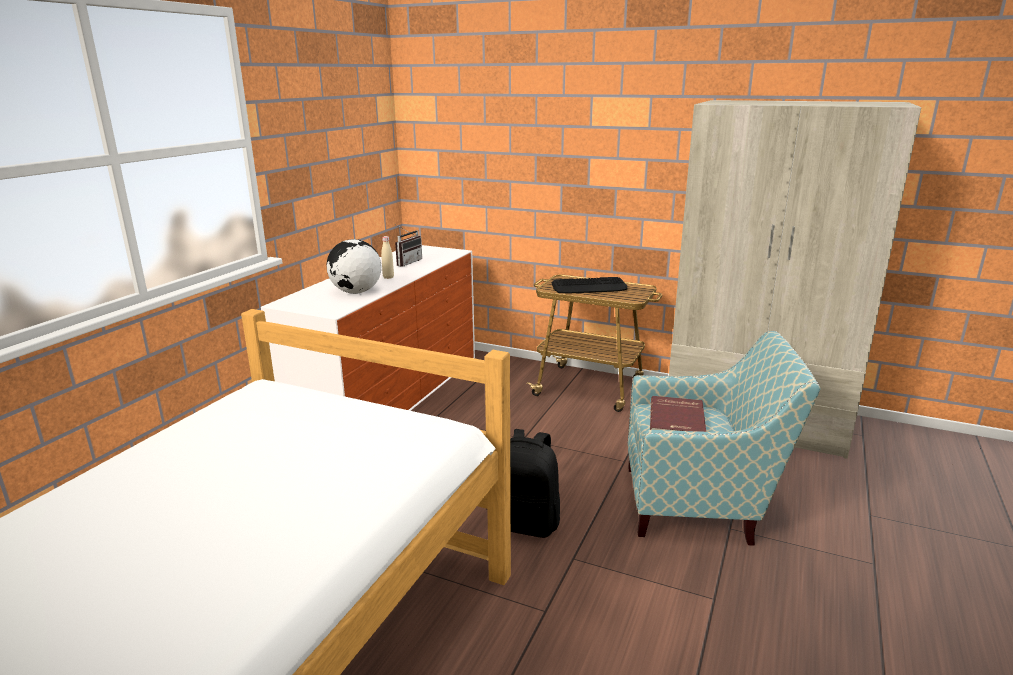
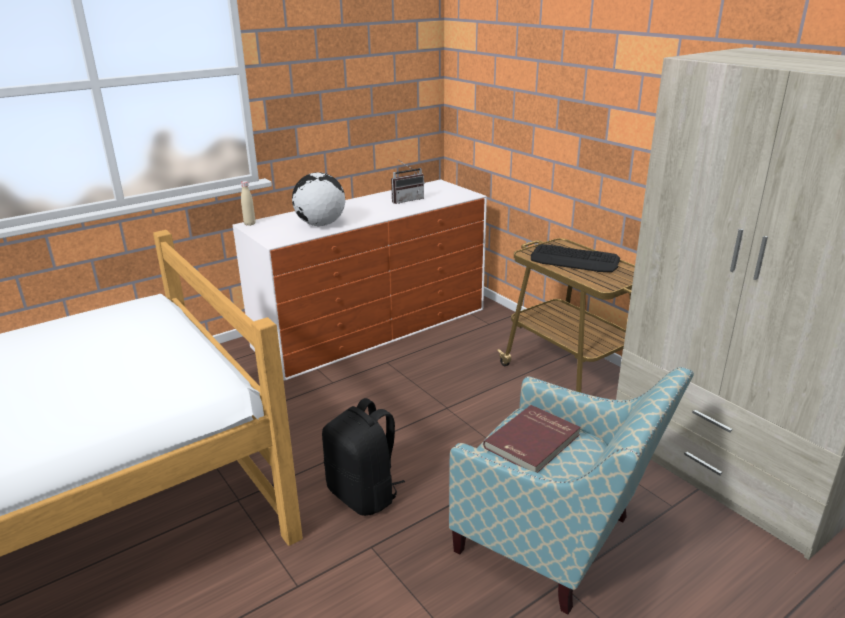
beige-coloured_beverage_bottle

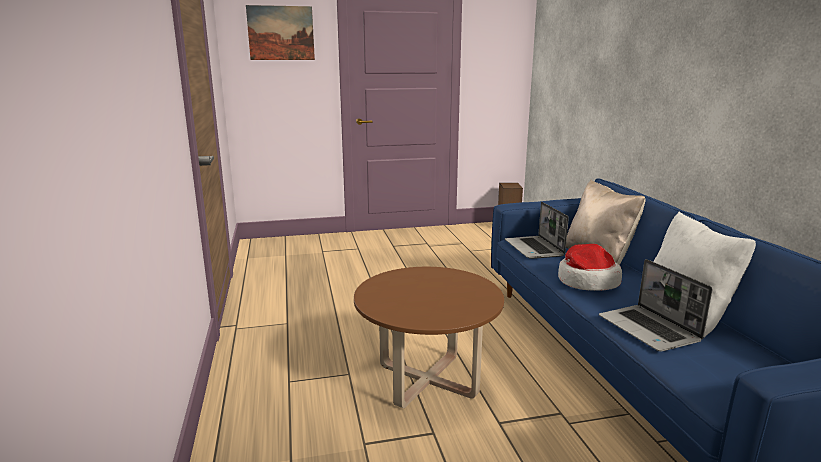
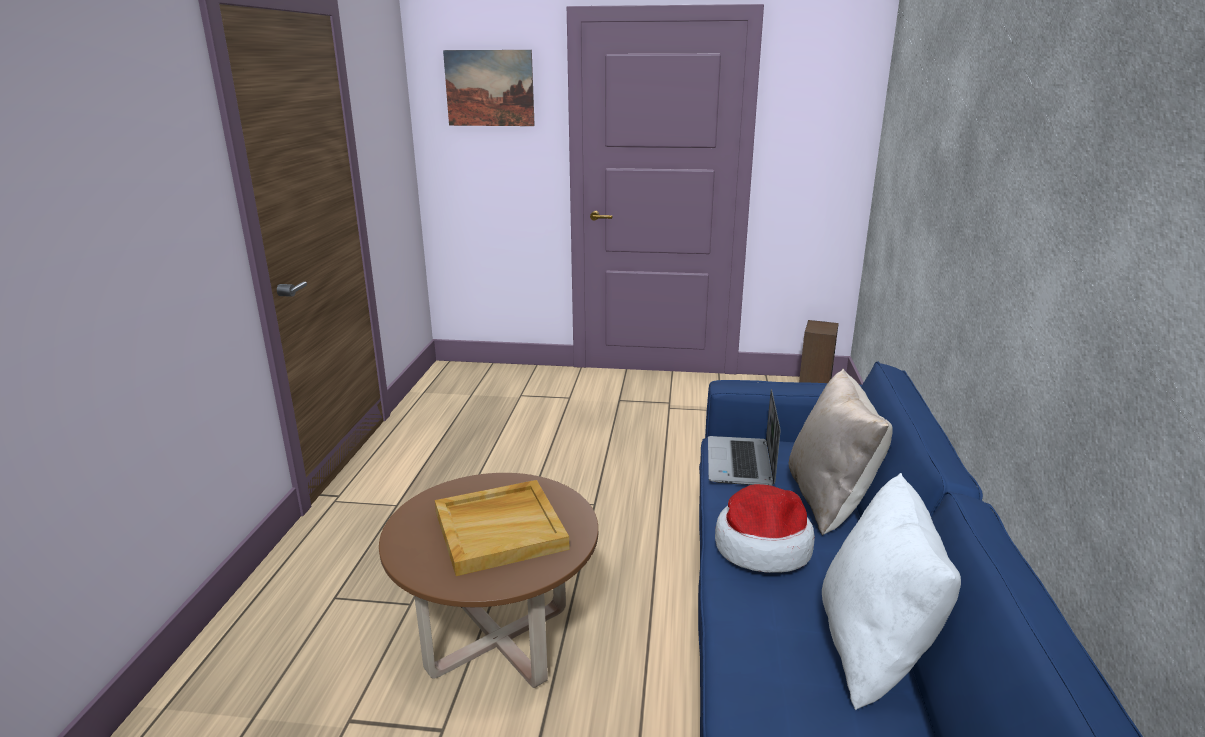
notebook_computer (no. 2 from left in the first image); beige-coloured_tray

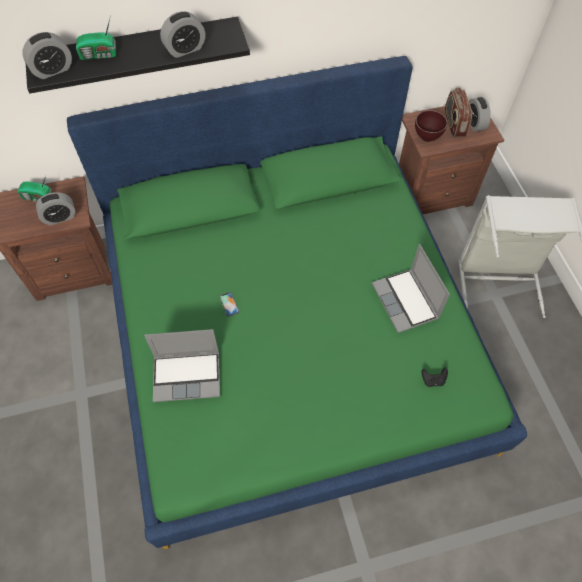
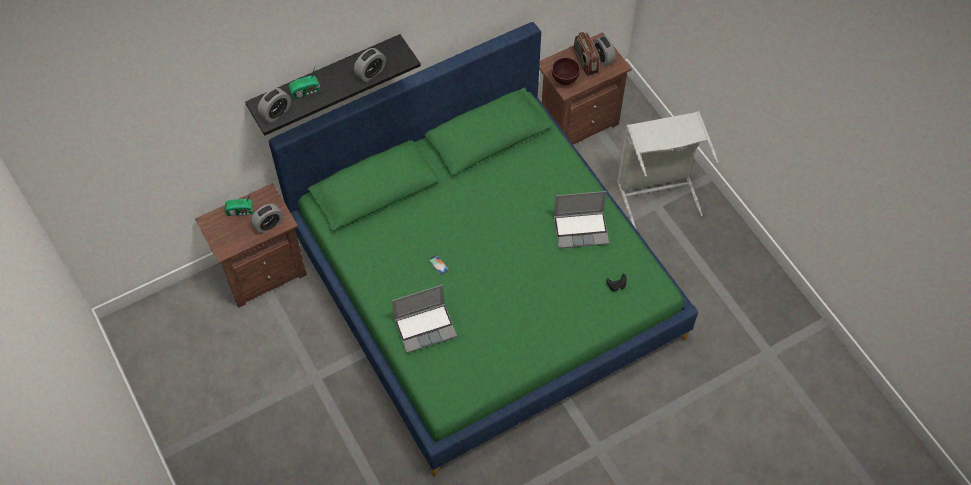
notebook_computer (no. 2 from left)

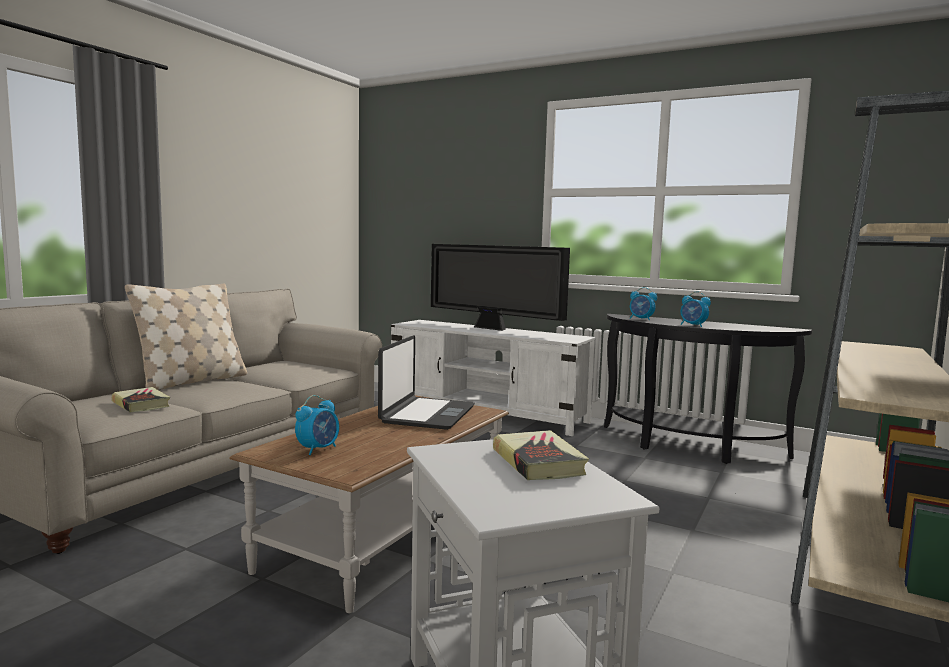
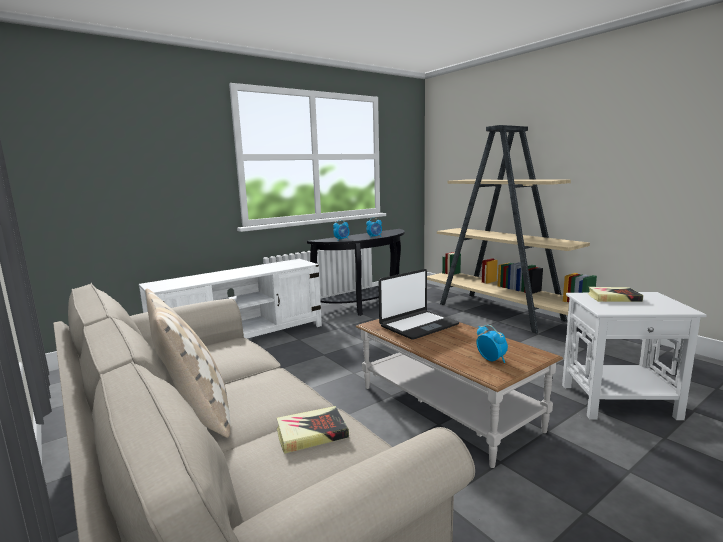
TV_set; notebook_computer

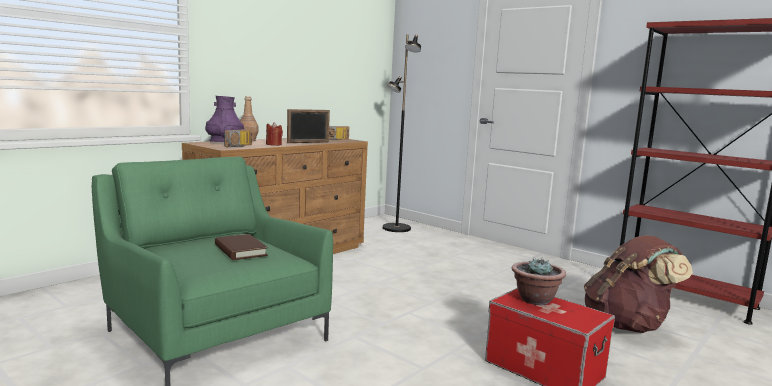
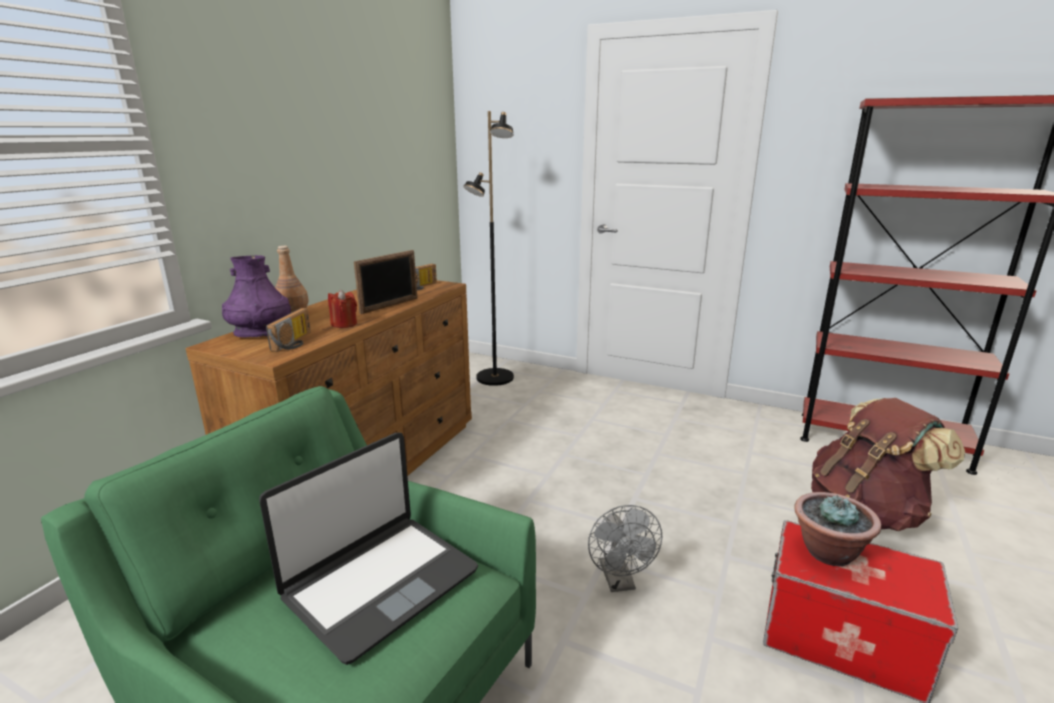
grey_fan; notebook_computer

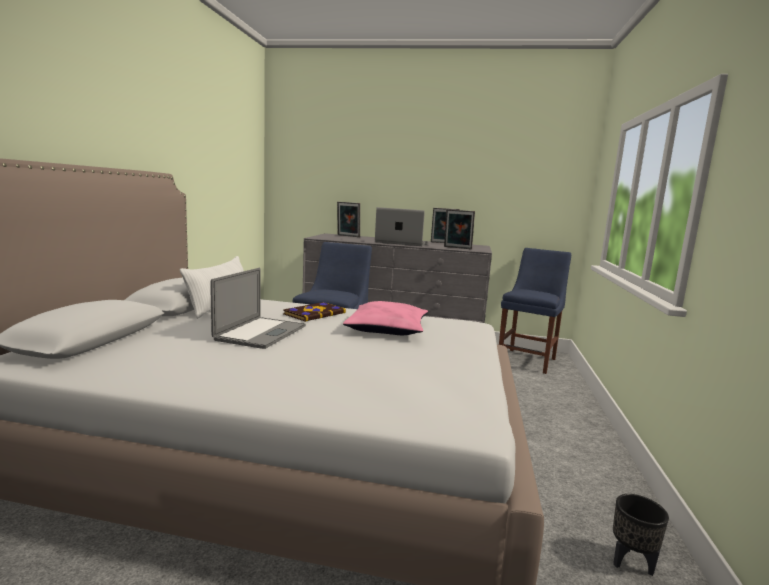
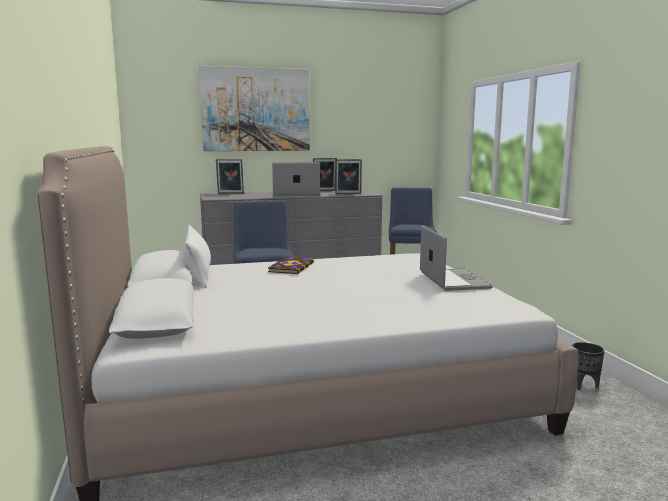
pinkish_throw_pillow; picture; notebook_computer (no. 2 from left)

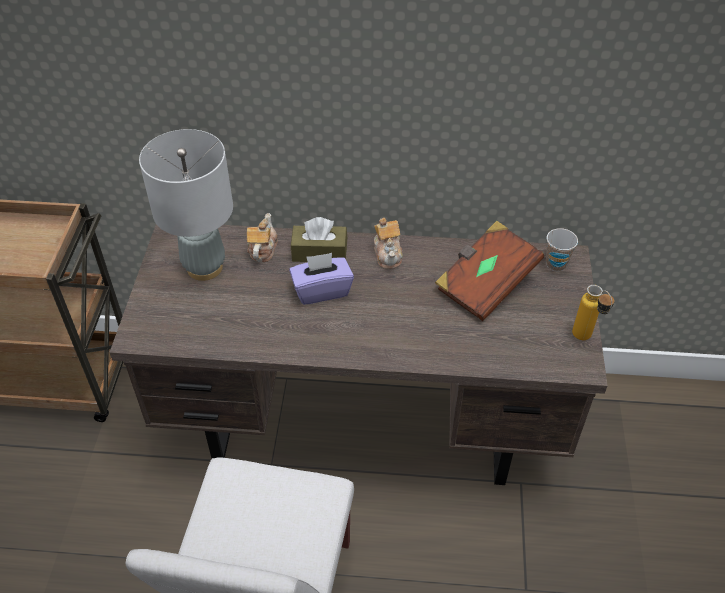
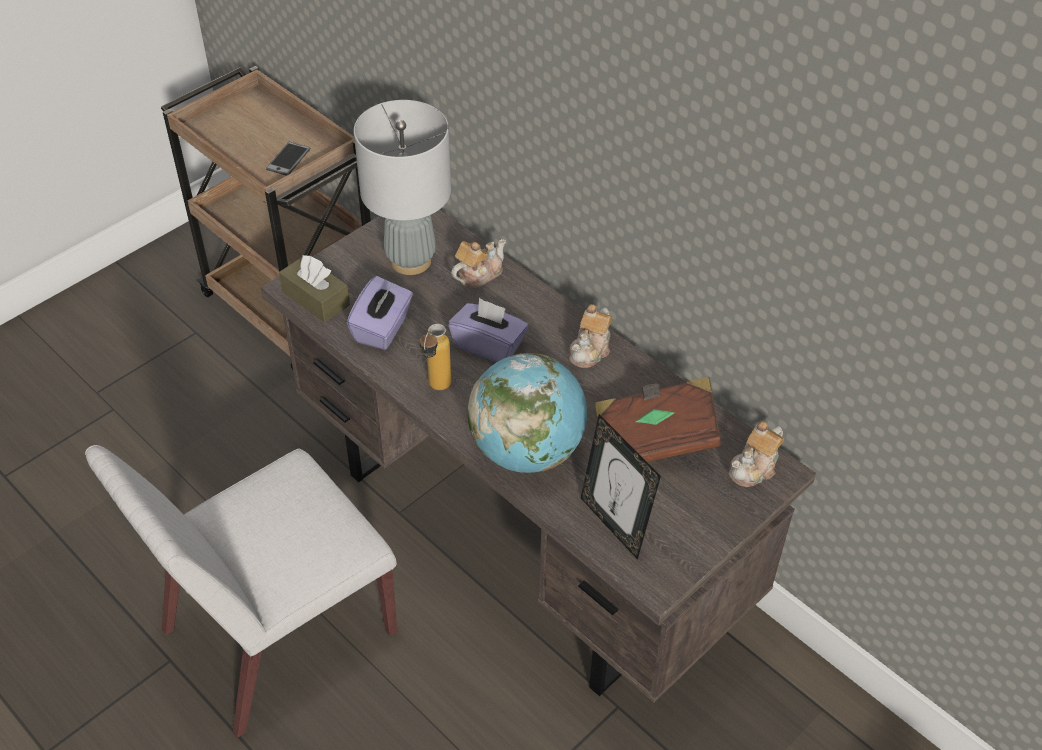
phone; purple_tissue_holder (no. 1 from left); desk_globe; photo_frame; brown_tissue_holder; beverage_bottle; pot_for_tea (no. 3 from left)

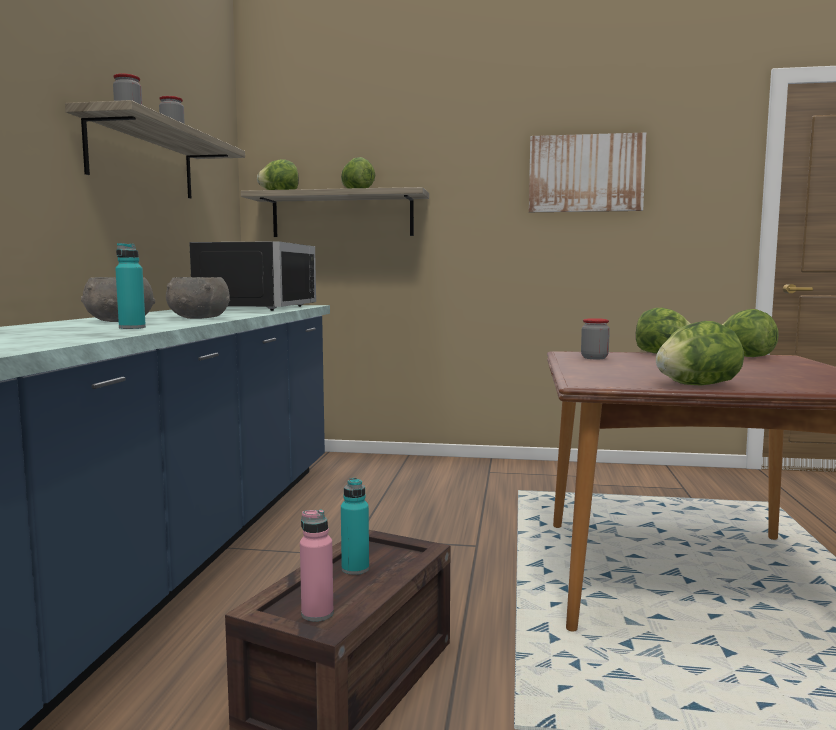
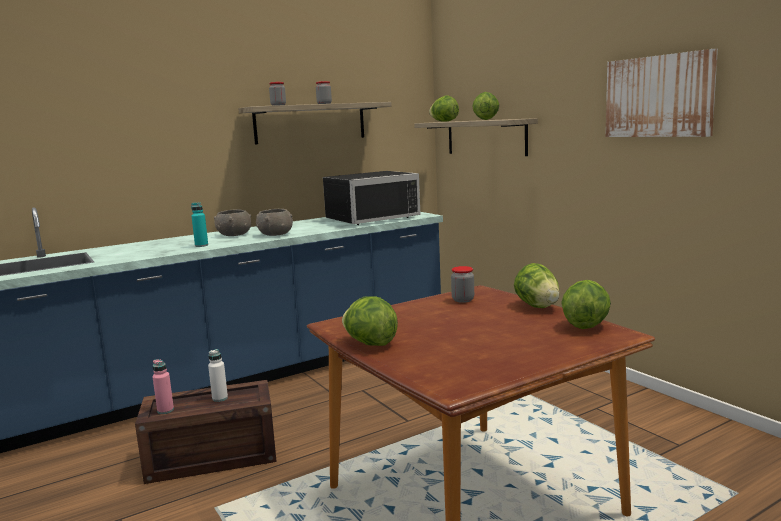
whitish_beverage_bottle

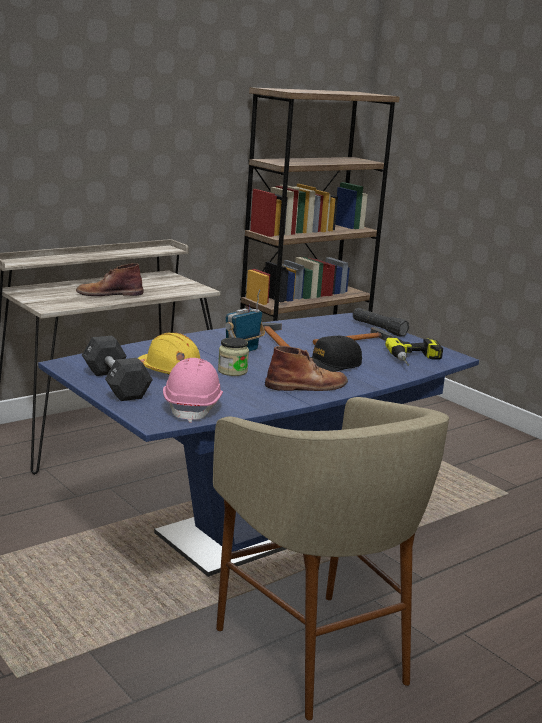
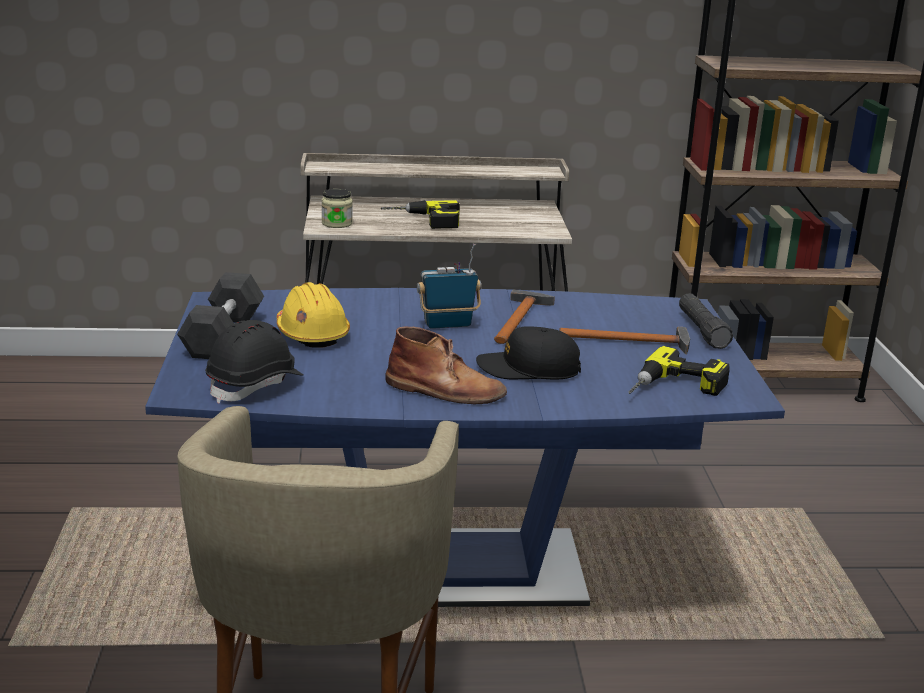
storage_jar; power_drill (no. 1 from left); black-coloured_safety_helmet

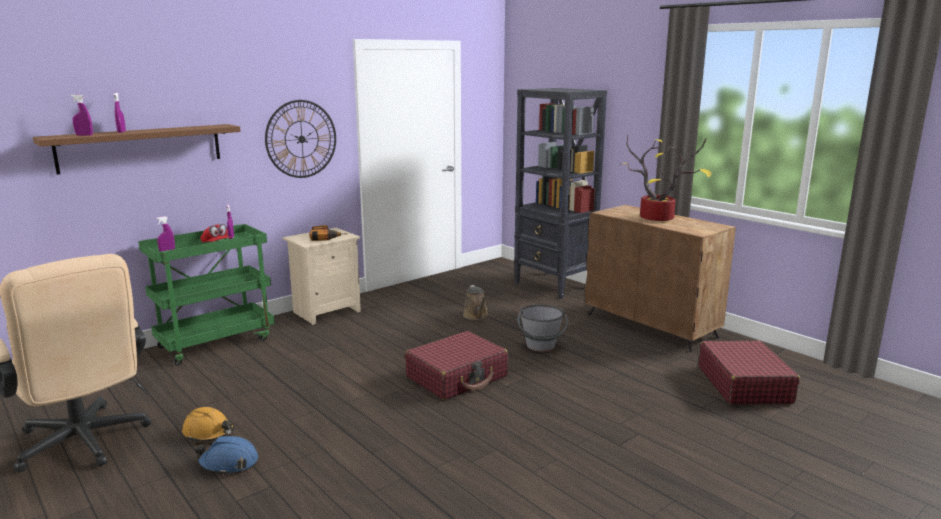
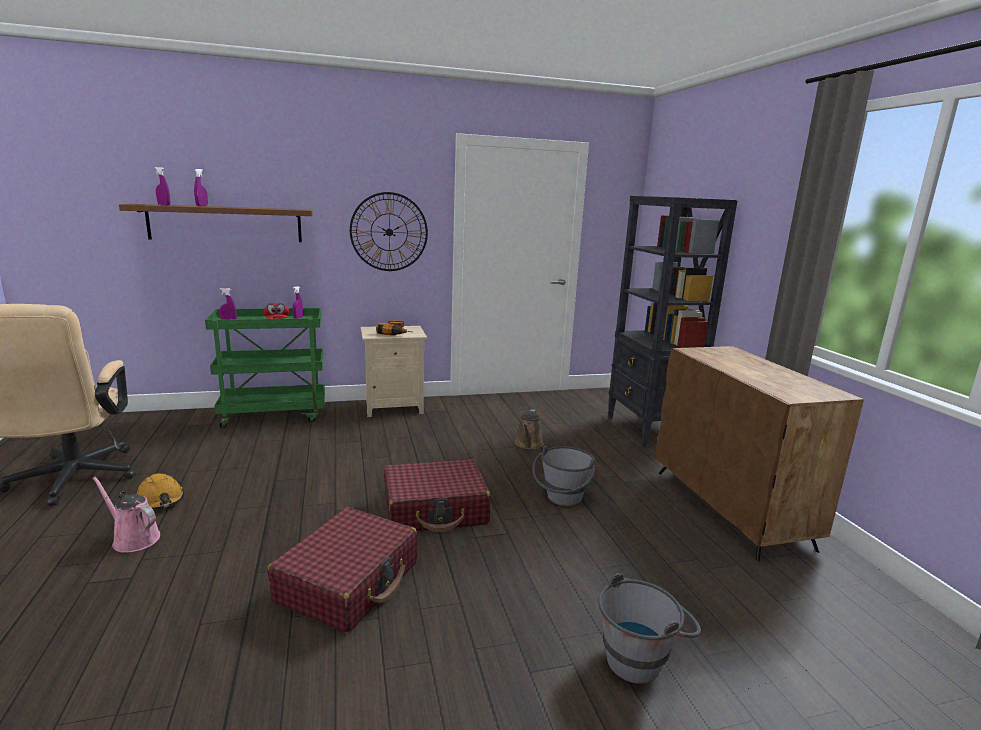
potted_plant; grey_water_bucket (no. 2 from left); red_travel_case (no. 1 from left); pinkish_watering_pot

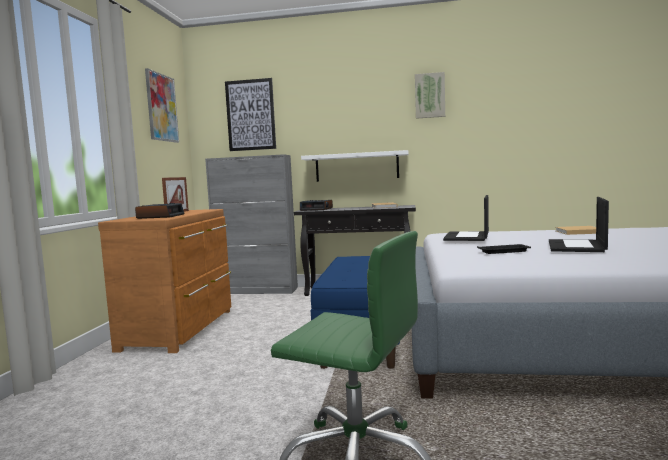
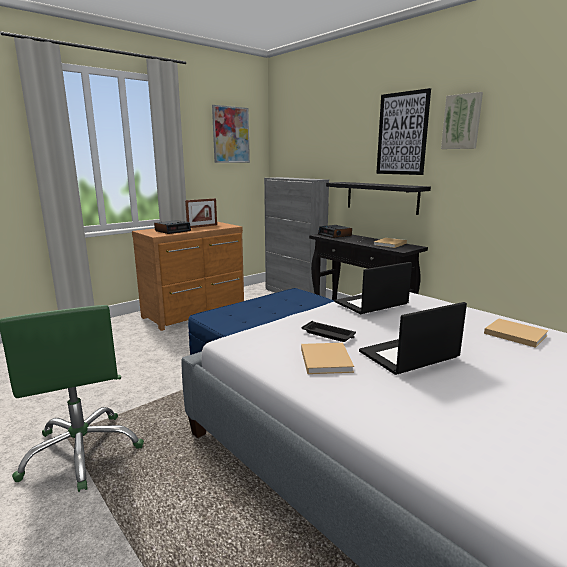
beige-coloured_book (no. 1 from left); picture (no. 2 from left); black-coloured_wall_shelf

